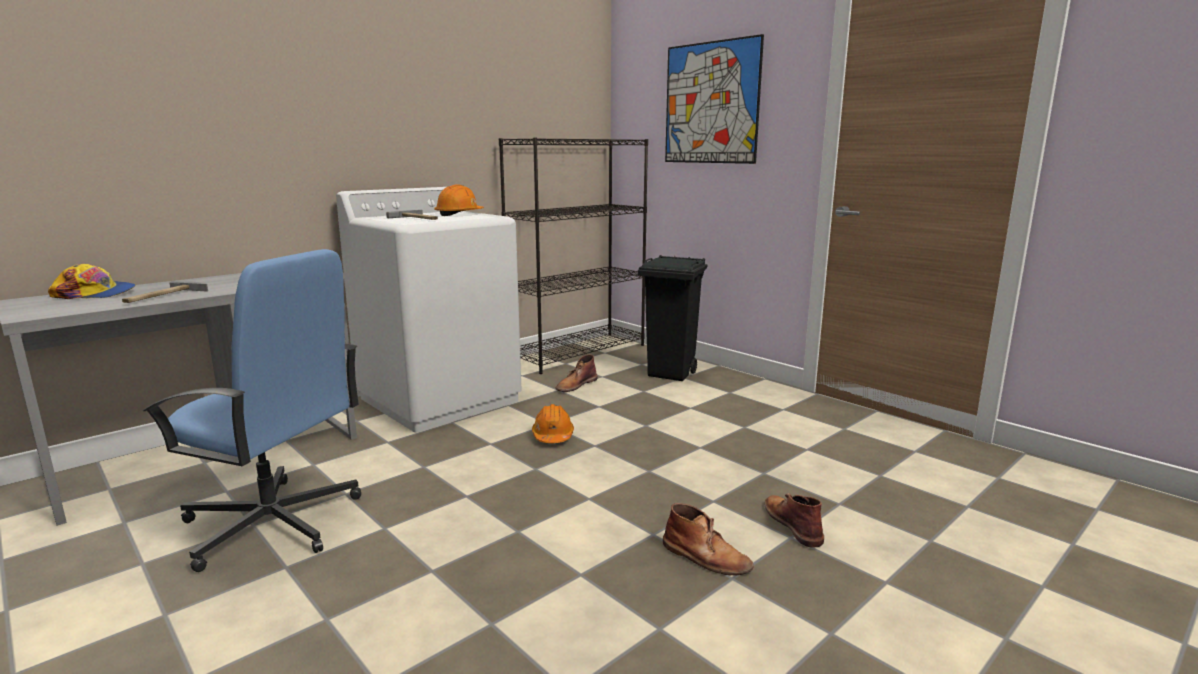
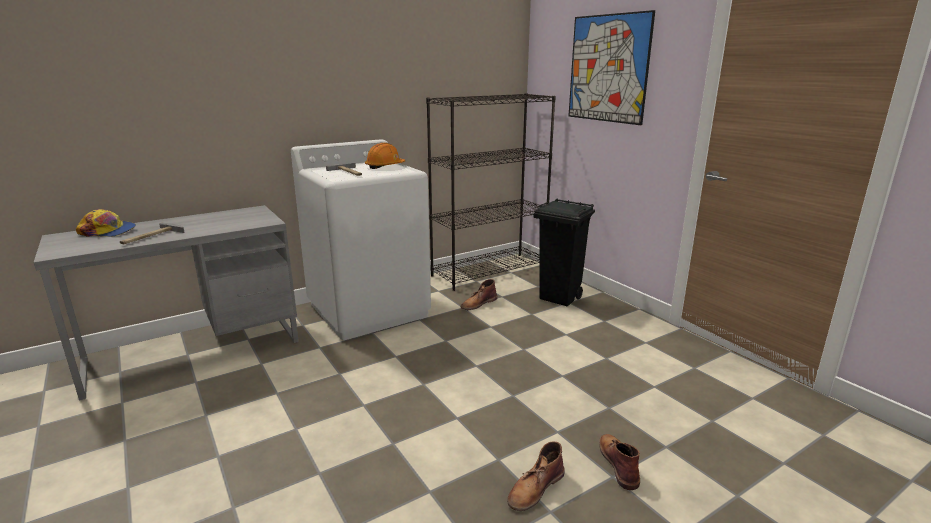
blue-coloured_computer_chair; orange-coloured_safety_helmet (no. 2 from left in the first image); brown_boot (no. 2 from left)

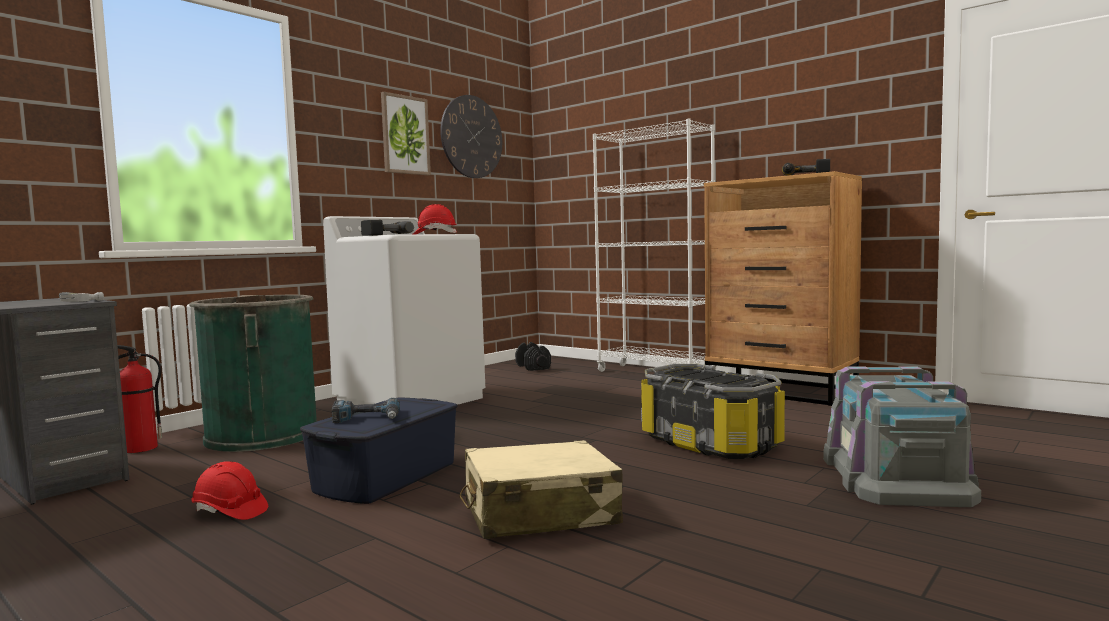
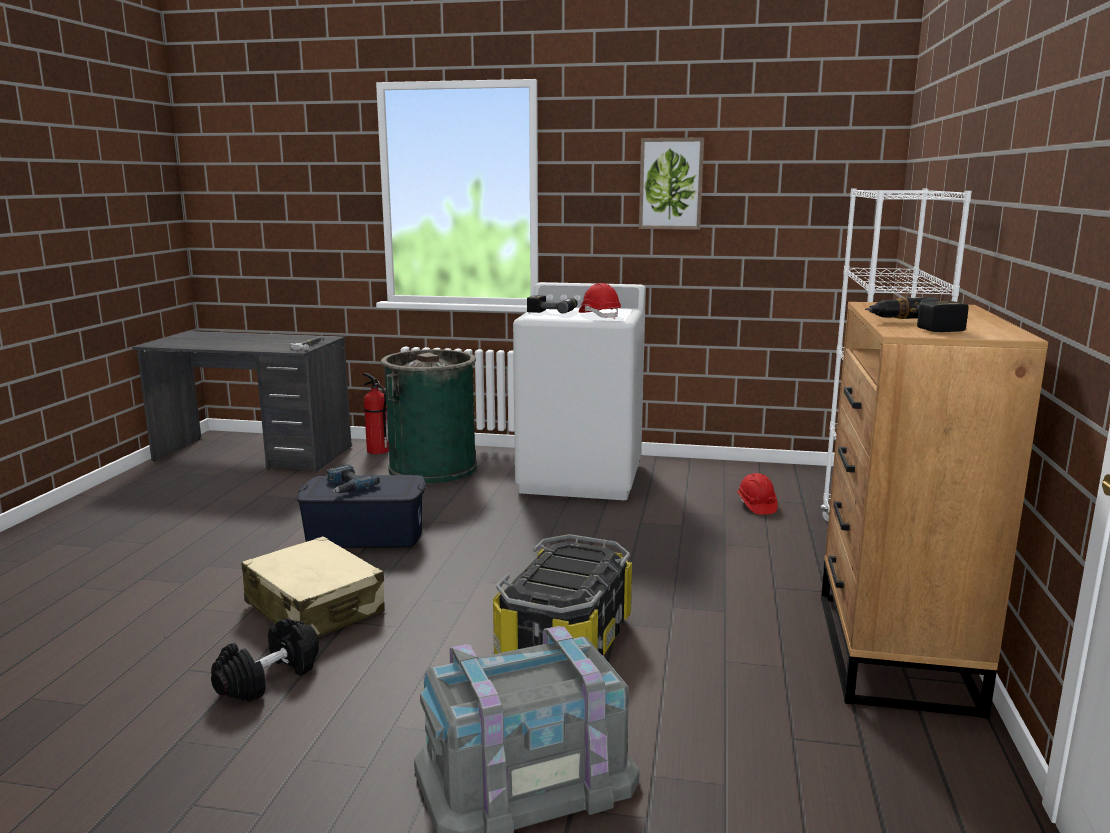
wall_clock; red_safety_helmet (no. 2 from left); black-coloured_free_weight

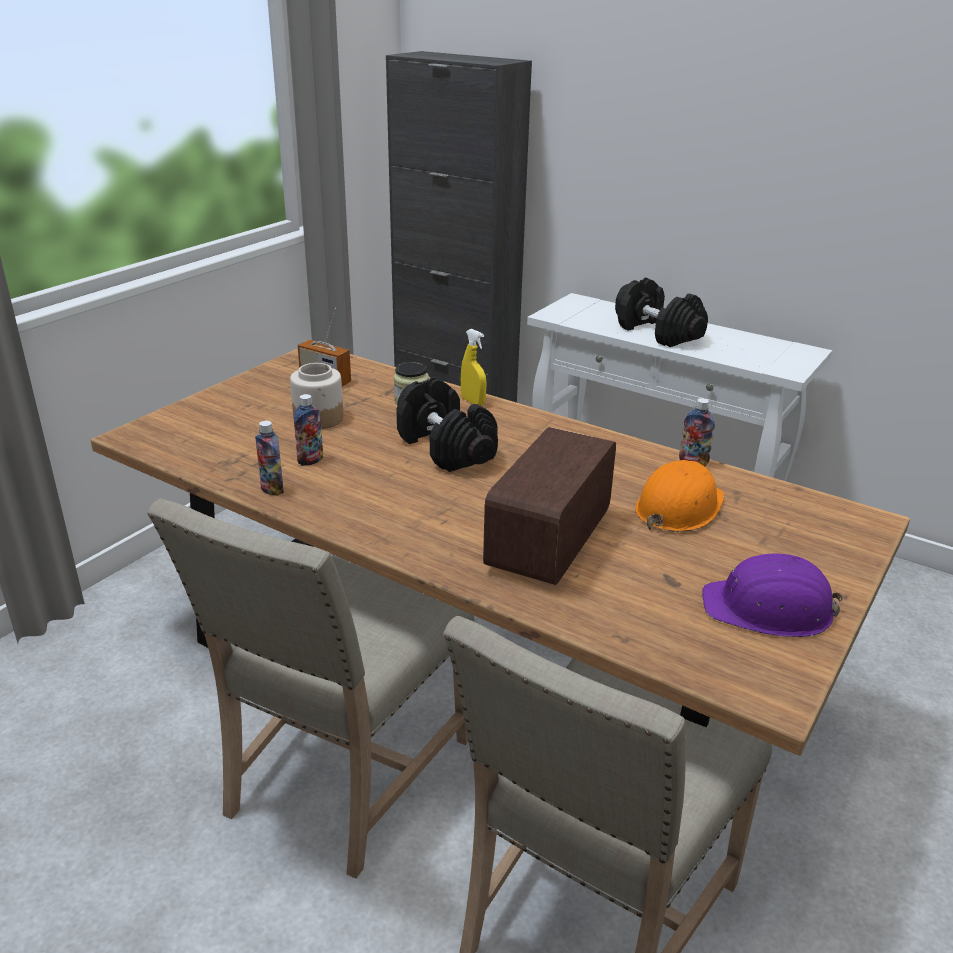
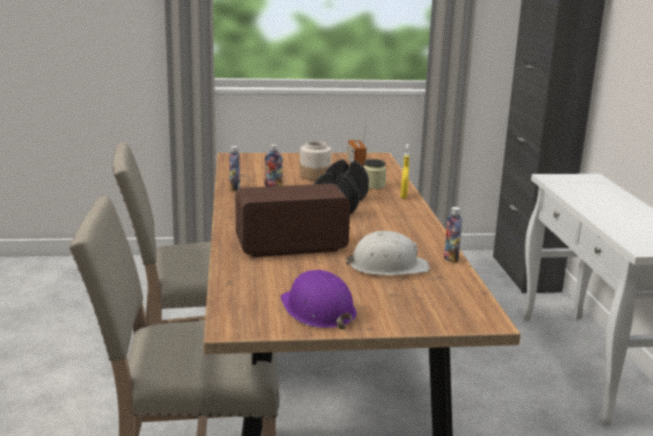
black-coloured_free_weight (no. 2 from left in the first image); whitish_safety_helmet

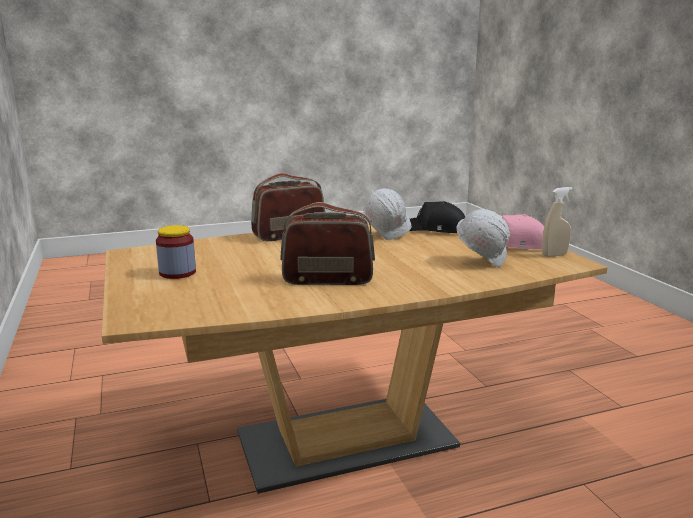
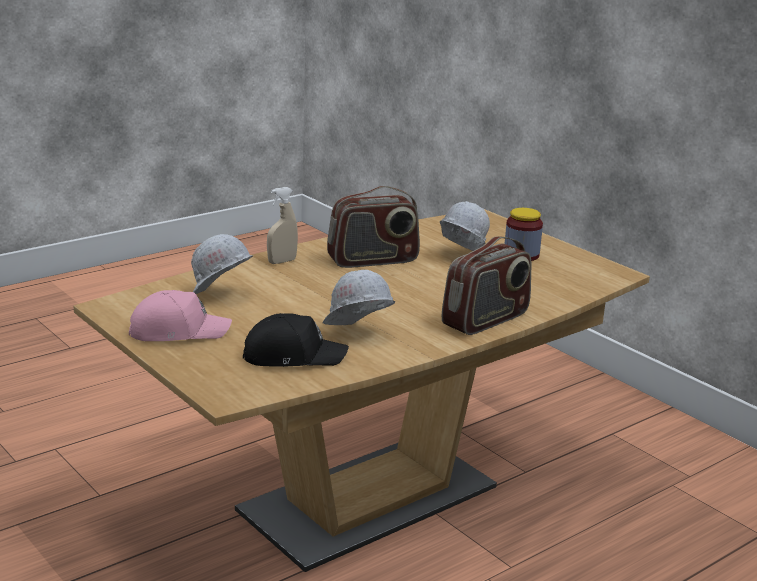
whitish_safety_helmet (no. 3 from left); beige-coloured_hand_sprayer

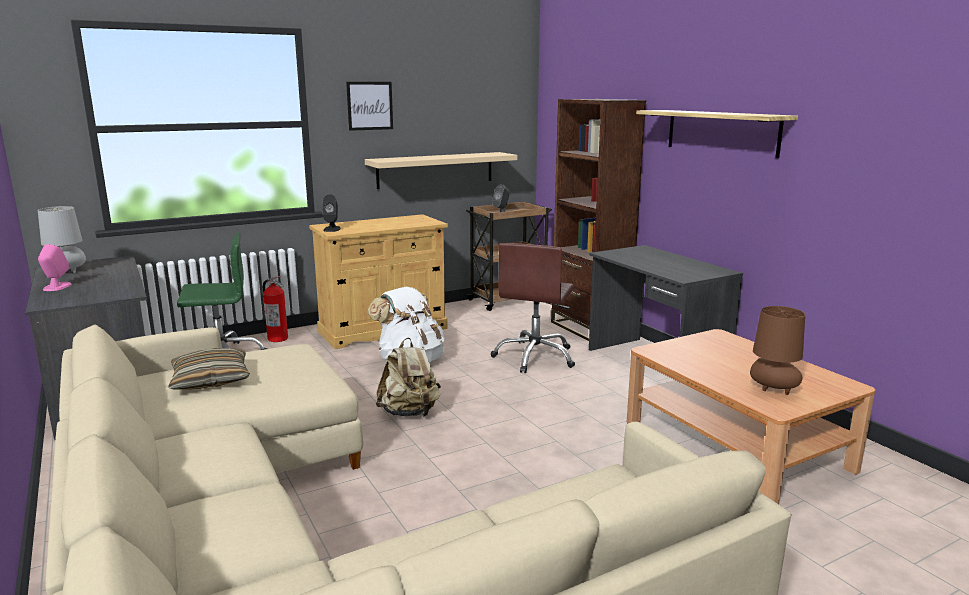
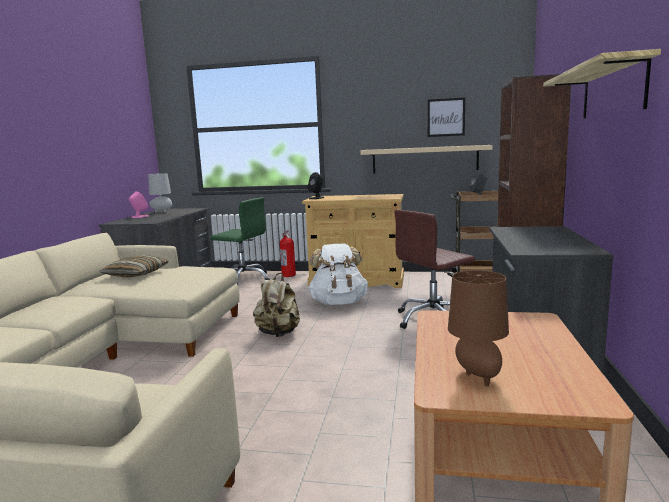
picture

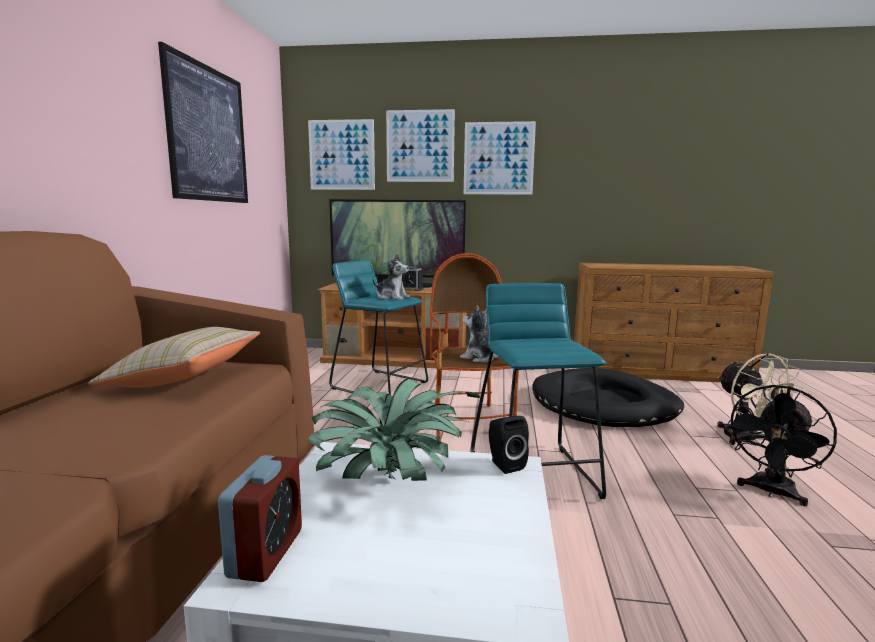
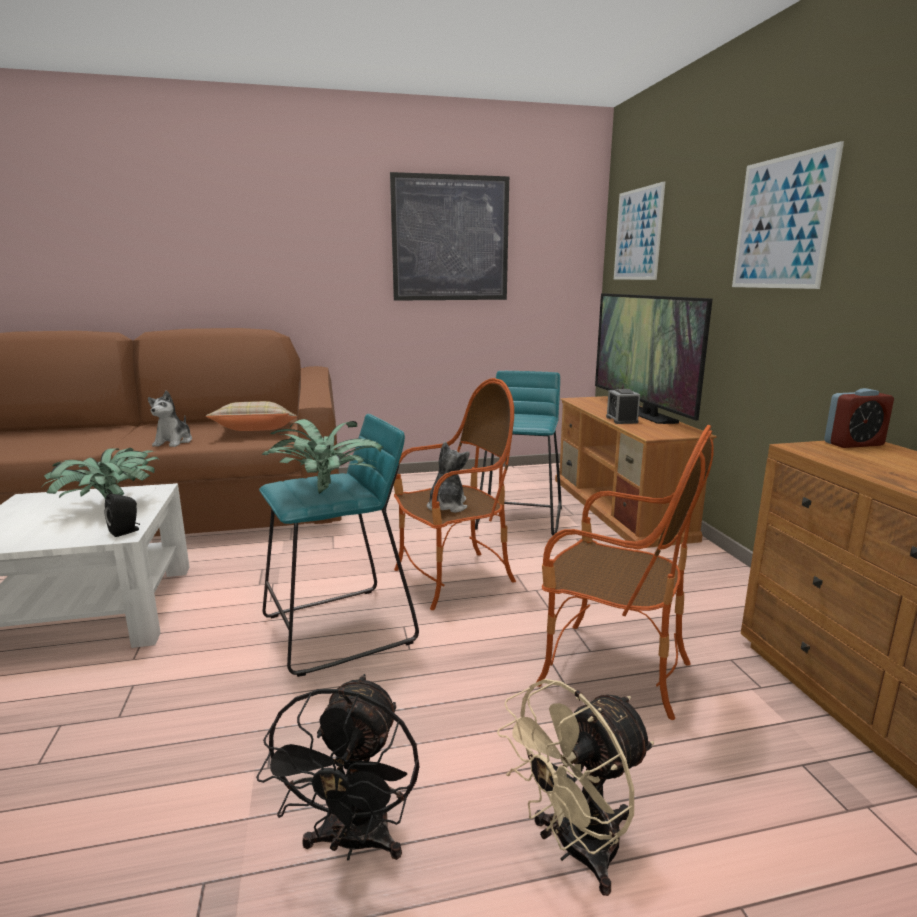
picture (no. 3 from left in the first image); potted_plant (no. 2 from left); alarm_clock (no. 2 from left); soft_toy (no. 1 from left); lounge_chair (no. 2 from left); black-coloured_fan

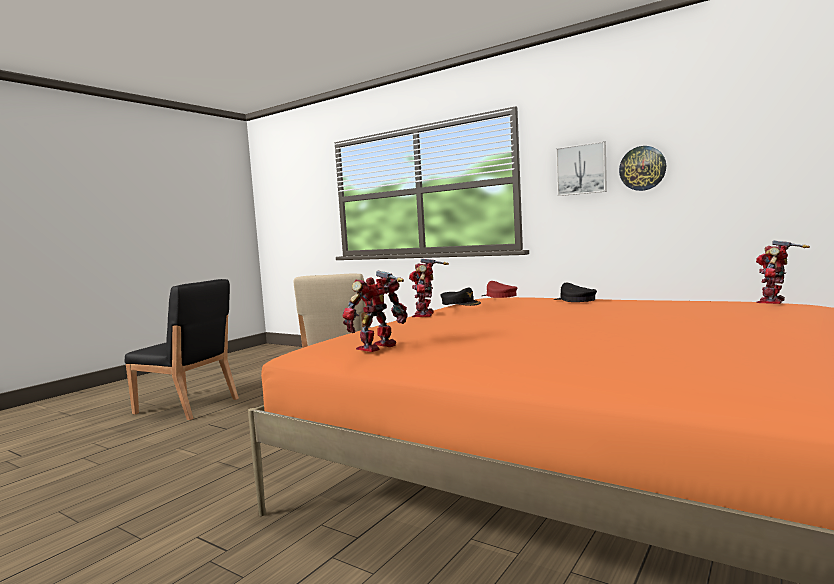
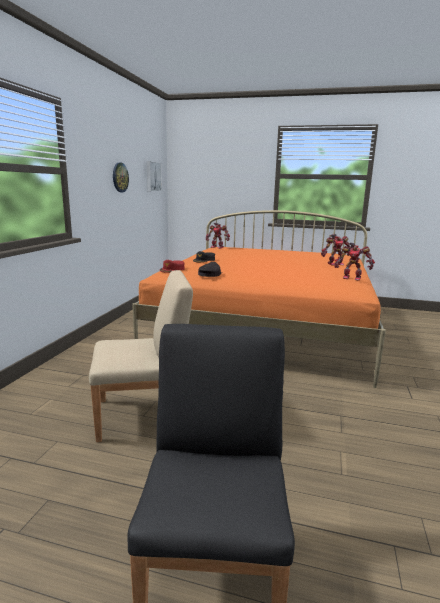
model_robot (no. 2 from left); picture

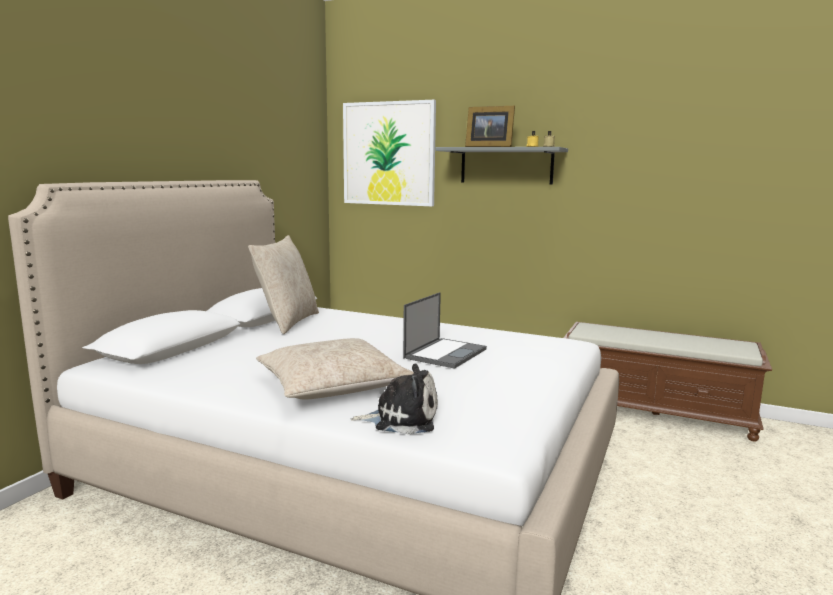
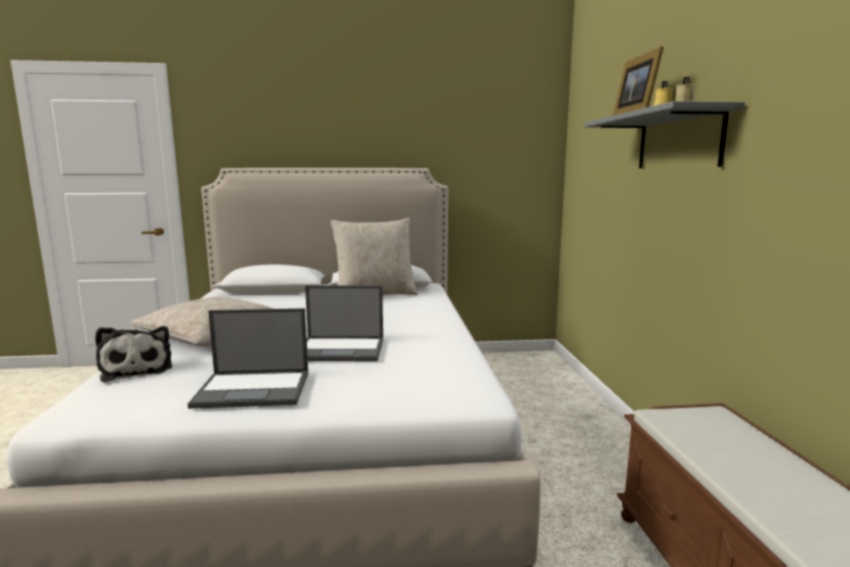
picture; notebook_computer (no. 1 from left)

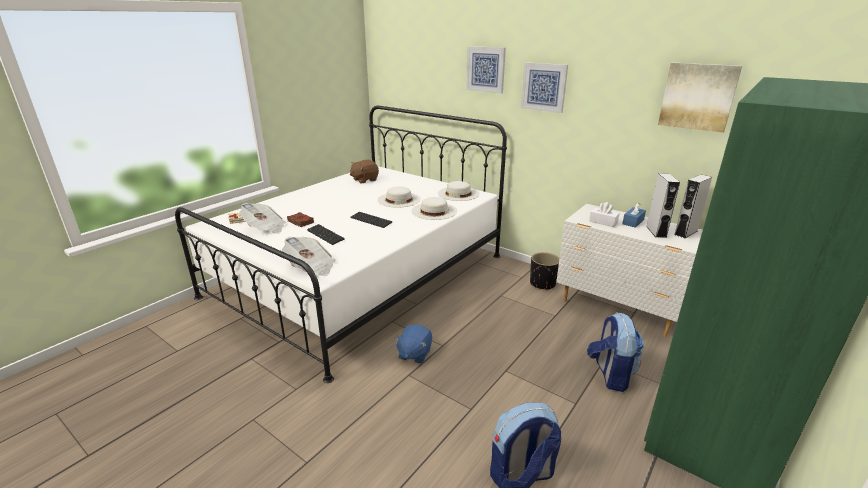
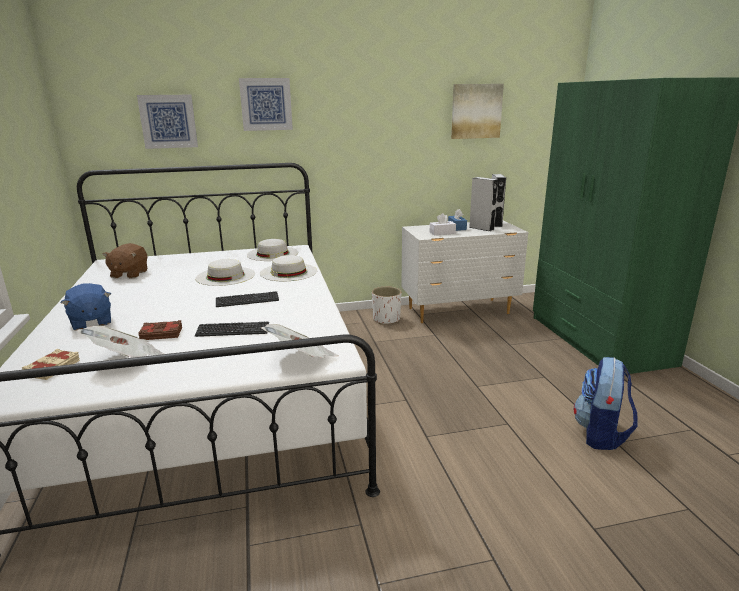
rucksack (no. 2 from left in the first image); blue-coloured_soft_toy; picture (no. 1 from left); whitish_plant_pot

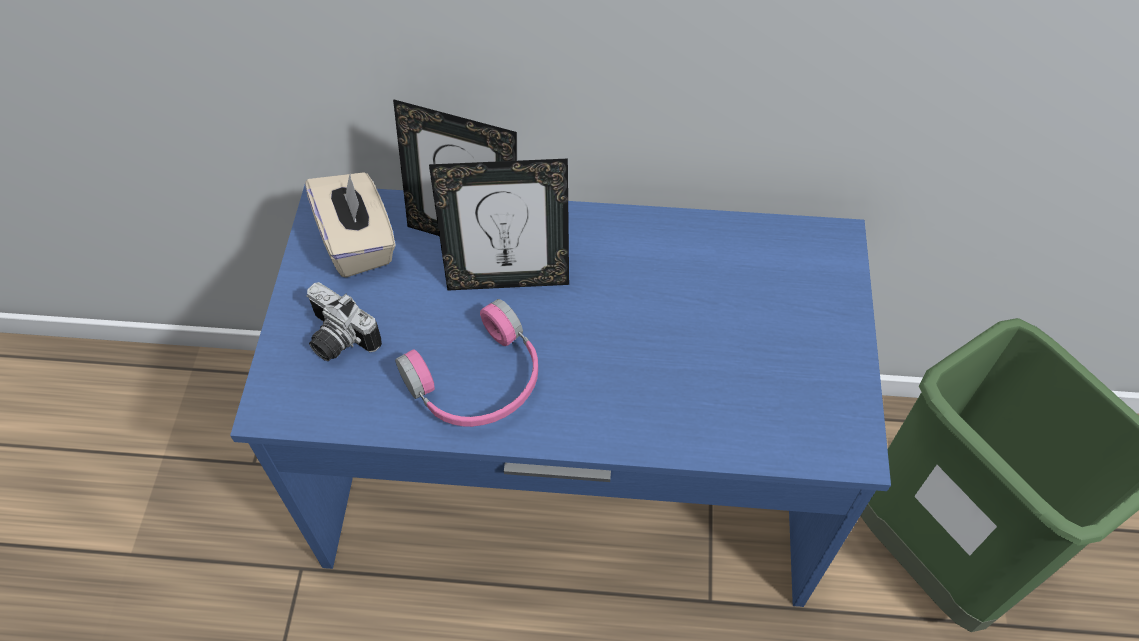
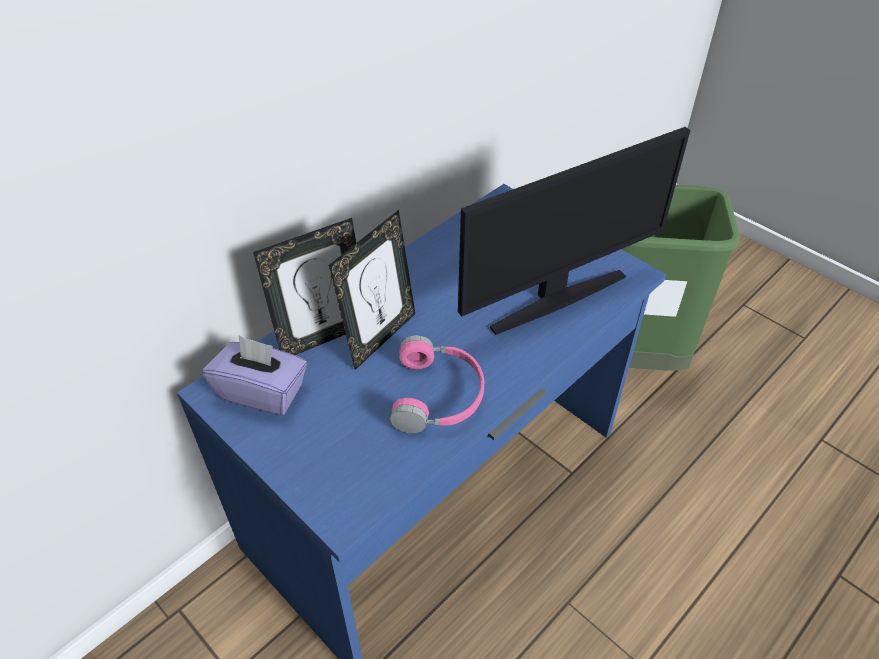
photo_camera; computer_screen; purple_tissue_holder

